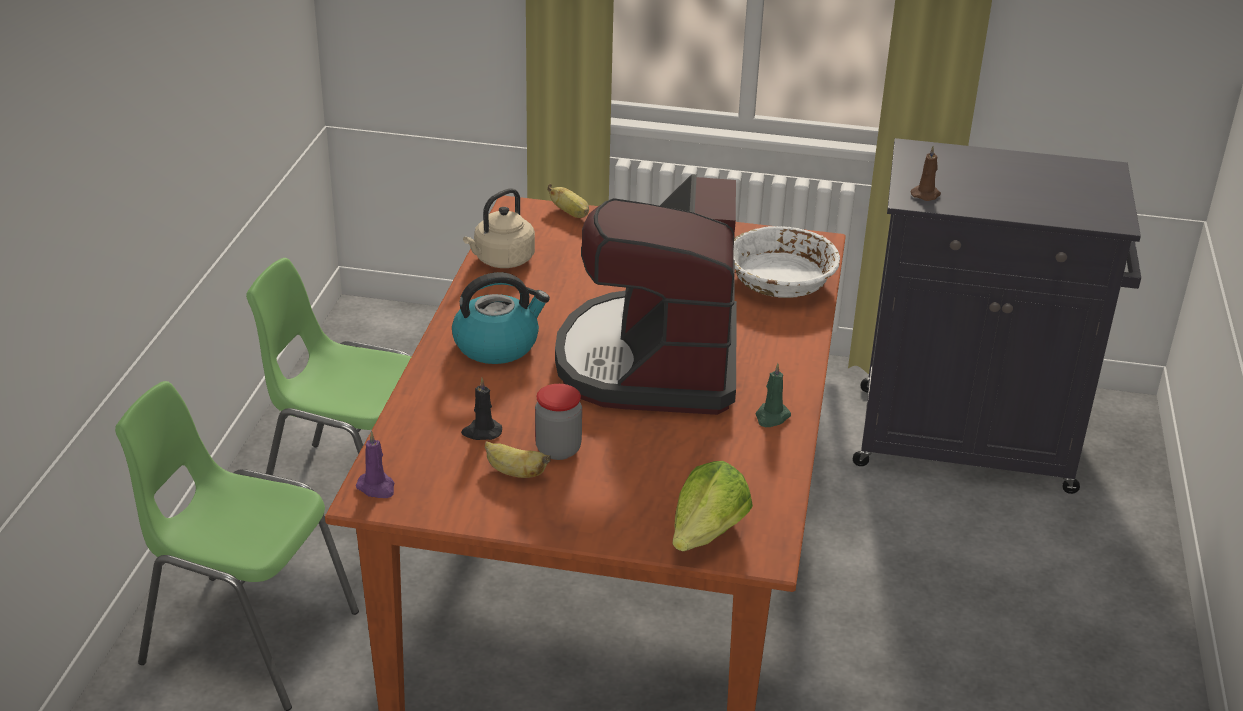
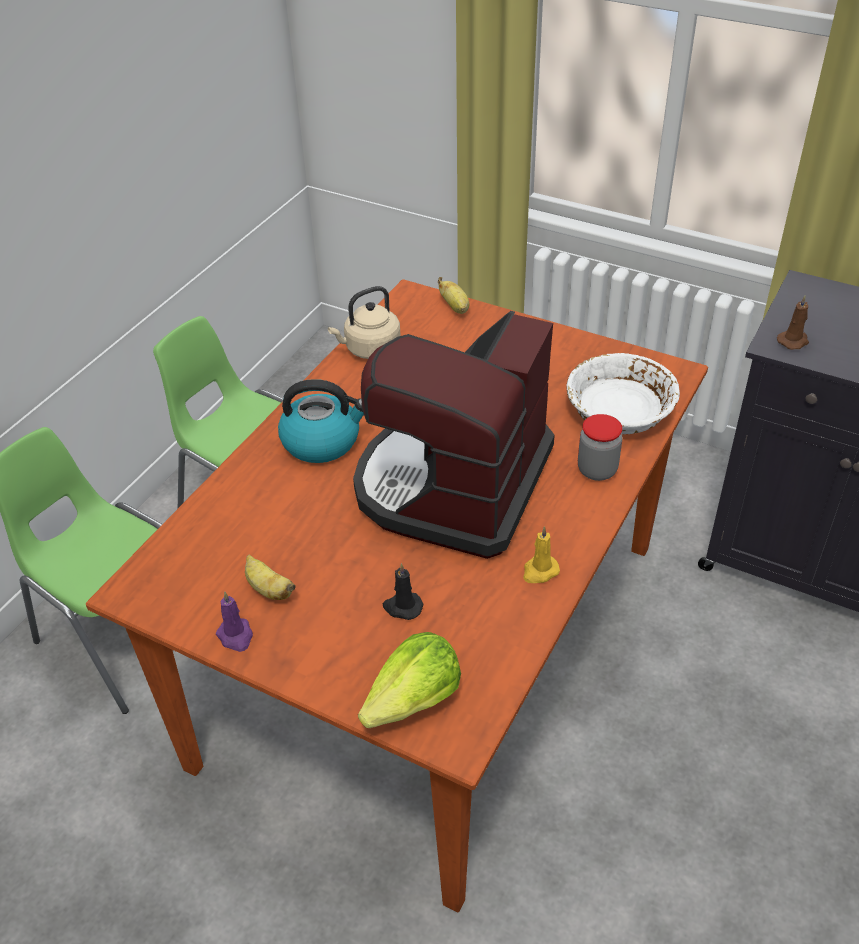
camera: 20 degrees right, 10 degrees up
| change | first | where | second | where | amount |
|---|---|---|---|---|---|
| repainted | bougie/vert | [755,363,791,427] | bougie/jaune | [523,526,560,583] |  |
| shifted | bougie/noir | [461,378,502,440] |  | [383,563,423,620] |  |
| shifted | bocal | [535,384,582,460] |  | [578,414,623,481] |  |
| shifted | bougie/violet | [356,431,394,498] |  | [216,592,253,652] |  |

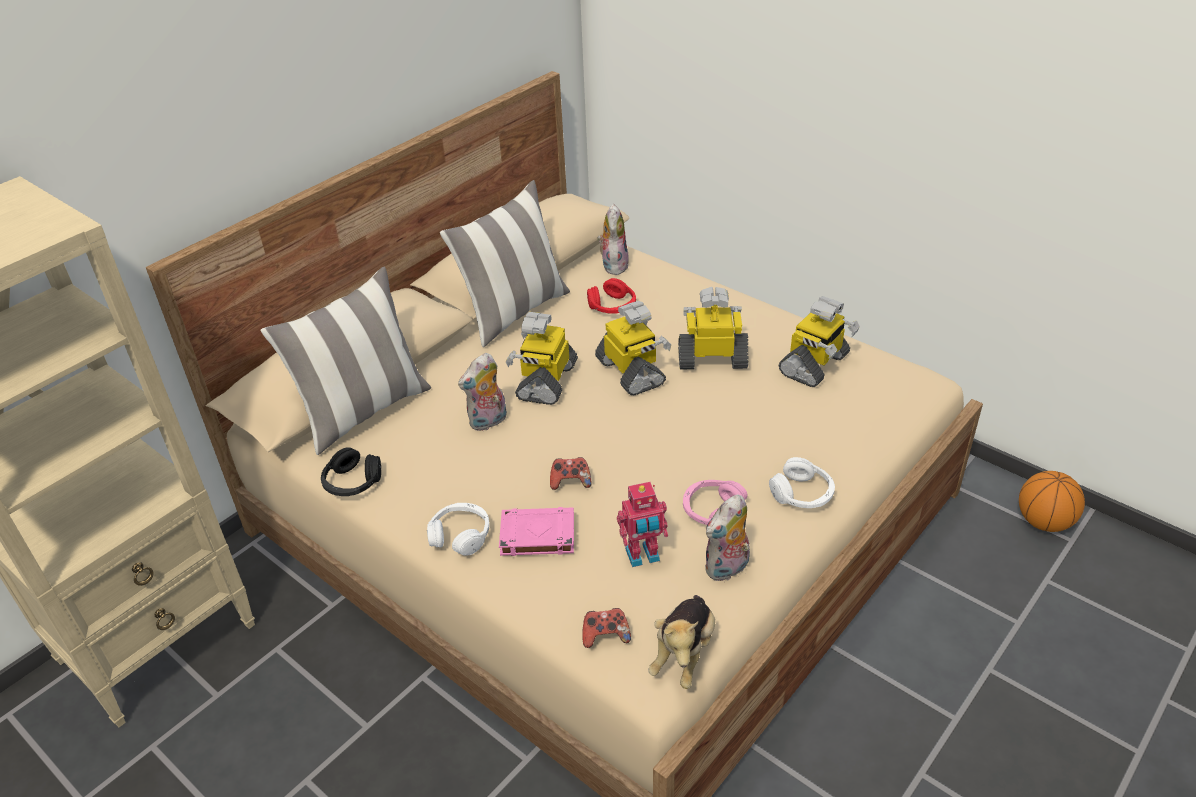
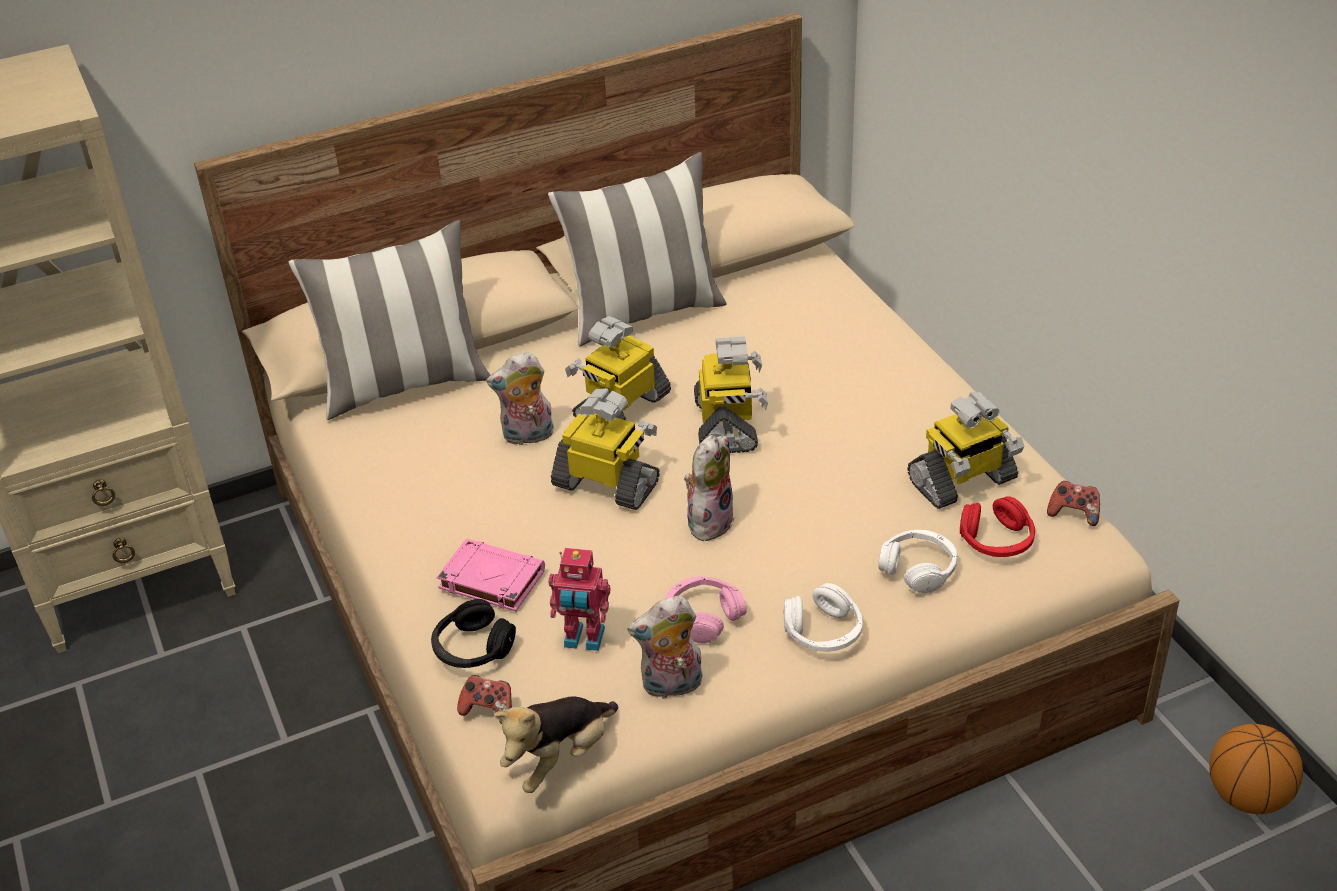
camera: 25 degrees right, 0 degrees up
| change | first | where | second | where | amount |
|---|---|---|---|---|---|
| shifted | peluche | [597,204,629,275] |  | [684,435,735,541] |  |
| shifted | casque audio/rouge | [587,278,636,314] |  | [960,496,1035,557] |  |
| shifted | robot jouet | [678,287,748,370] |  | [551,388,660,510] |  |
| shifted | casque audio/noir | [321,447,381,496] |  | [431,599,516,668] |  |
| shifted | manette | [550,457,592,490] |  | [1047,481,1100,526] |  |
| shifted | casque audio/blanc | [427,503,490,556] |  | [879,530,958,594] |  |

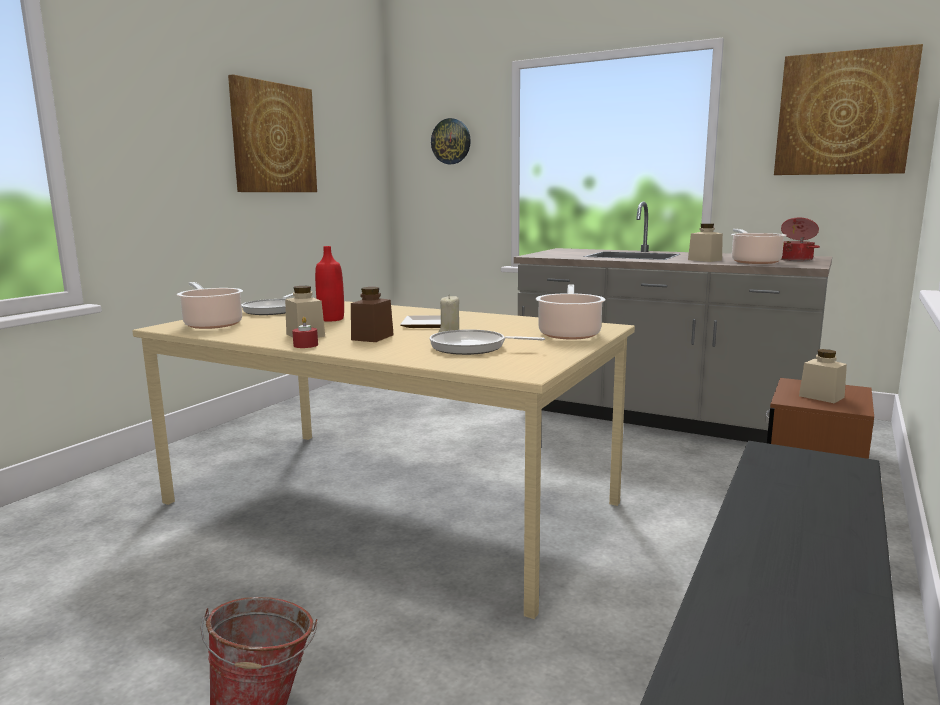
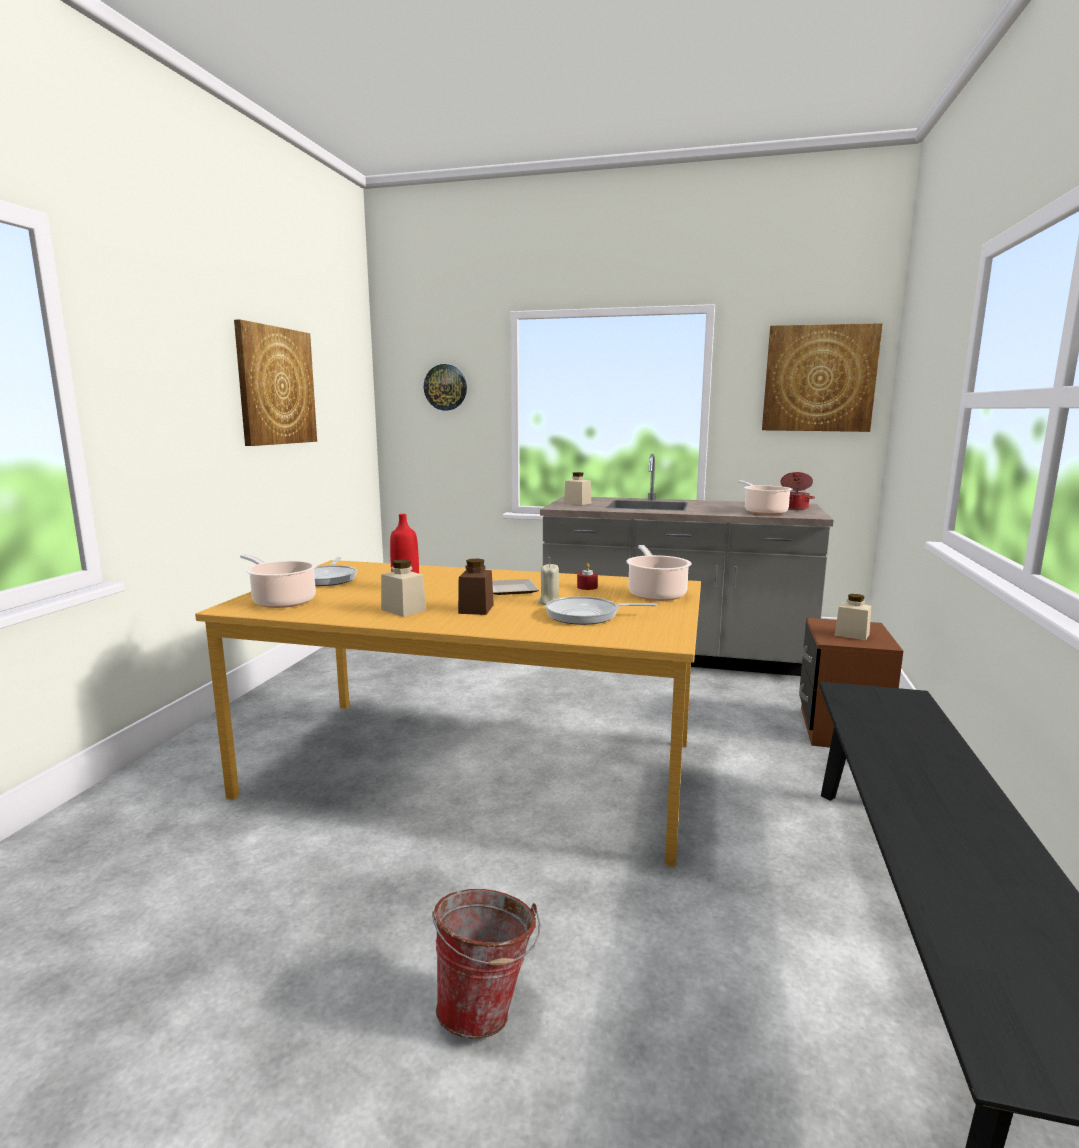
camera: 15 degrees left, 0 degrees up
| change | first | where | second | where | amount |
|---|---|---|---|---|---|
| shifted | bocal/beige | [688,223,723,262] |  | [564,472,591,505] |  |
| repainted | table à manger/beige | [132,301,635,619] | table à manger/orange | [195,560,701,867] |  |
| shifted | bougie/rouge | [292,317,318,348] |  | [577,563,598,590] |  |

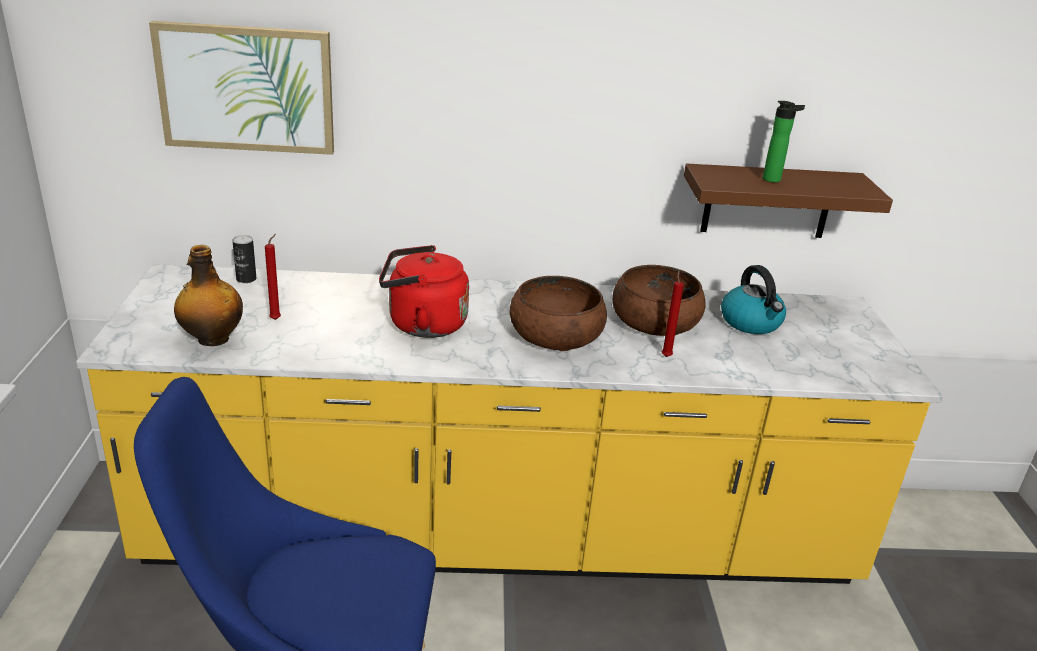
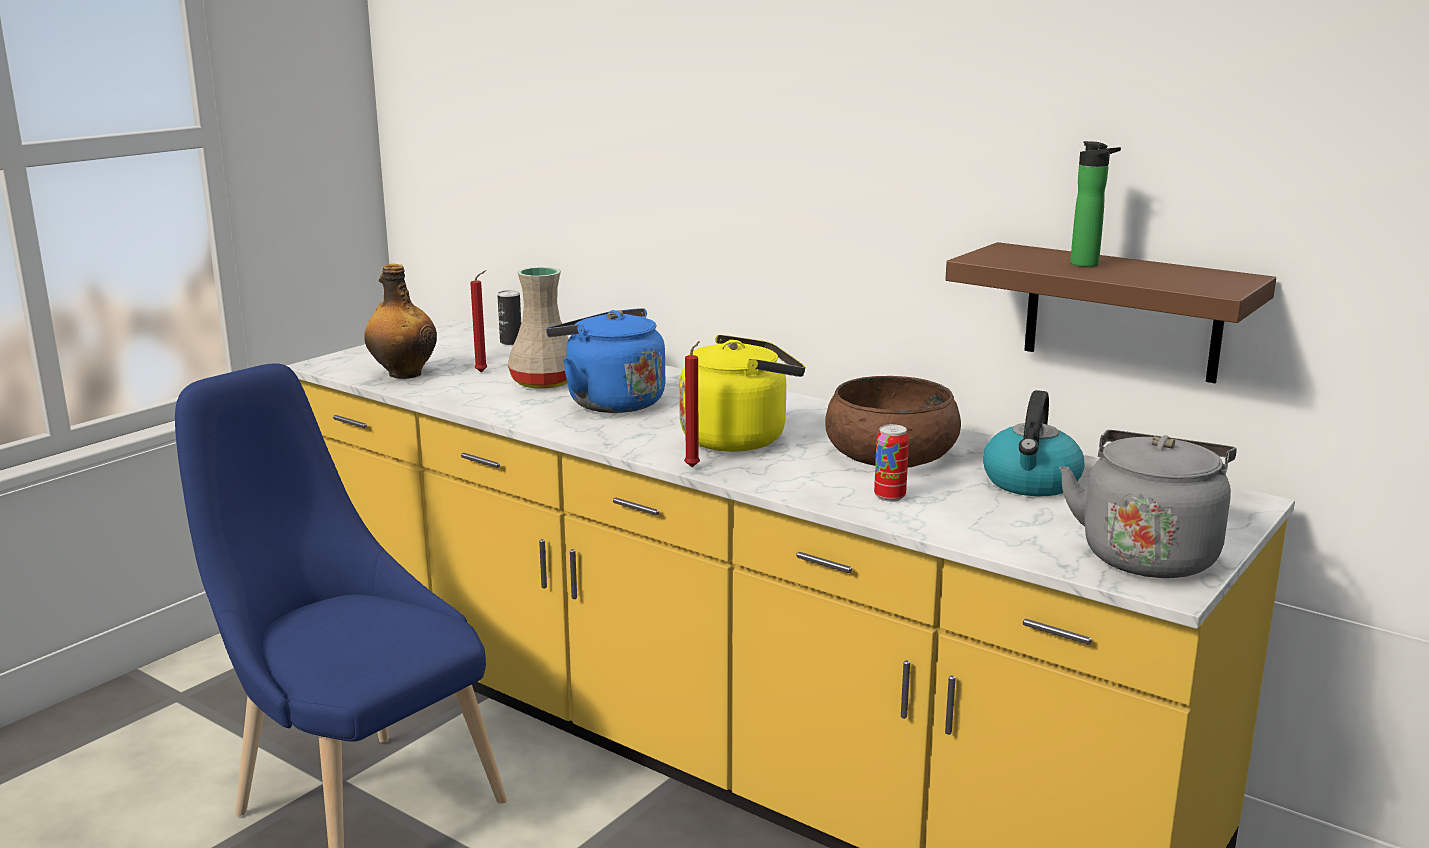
camera: 40 degrees right, 10 degrees down
| change | first | where | second | where | amount |
|---|---|---|---|---|---|
| gone | tableau | [149,21,334,155] |  |  |  |
| repainted | bouilloire/rouge | [379,245,469,338] | bouilloire/bleu | [546,308,665,413] |  |
| shifted | bougie/rouge | [662,270,684,357] |  | [684,341,700,467] |  |
| swapped | bol/marron | [510,276,607,351] | bouilloire/jaune | [679,335,805,452] |  |
| new |  |  | vase/beige | [508,267,569,389] |  |
| new |  |  | boîte métallique | [874,424,909,502] |  |
| new |  |  | bouilloire/gris | [1059,430,1236,578] |  |

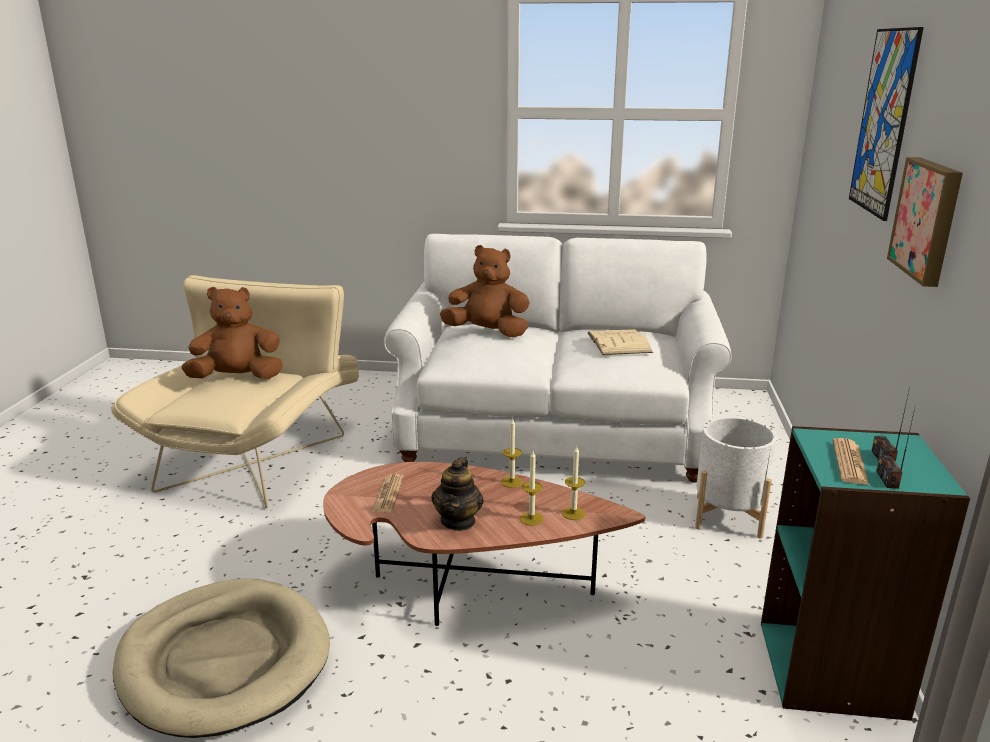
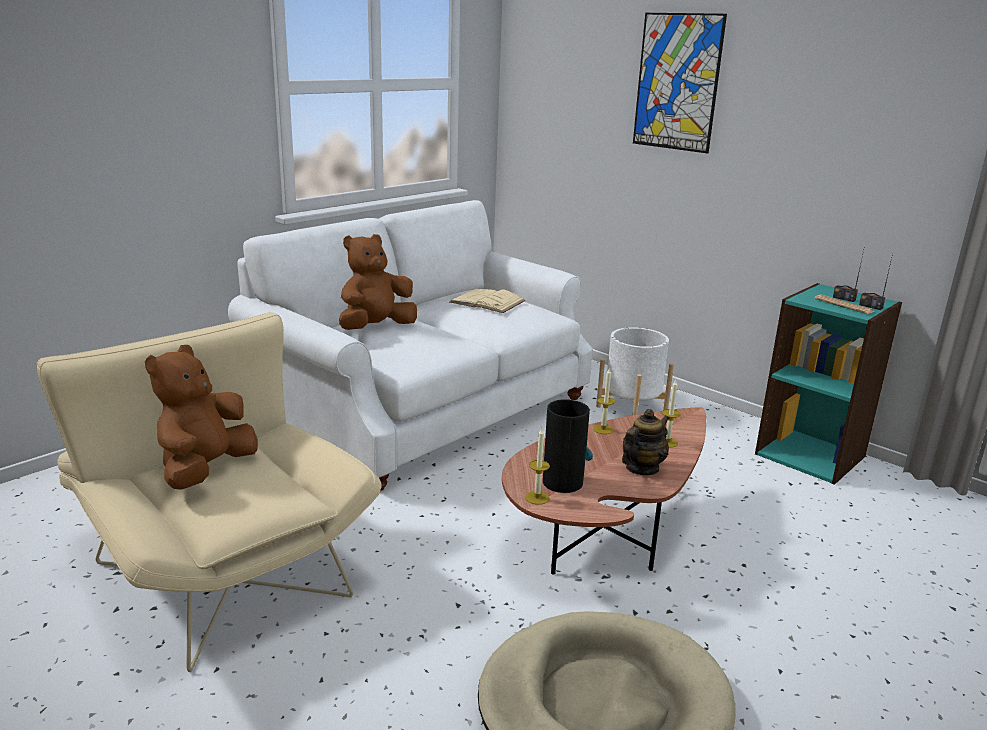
camera: 55 degrees left, 0 degrees up
| change | first | where | second | where | amount |
|---|---|---|---|---|---|
| gone | tableau | [887,157,963,287] |  |  |  |
| shifted | bougie | [562,446,586,520] |  | [525,428,550,505] |  |
| rotated | théière | [431,457,484,531] |  | [622,409,670,475] | 90 degrees counterclockwise |
| swapped | journal | [372,474,404,513] | vase | [543,399,593,493] |  |

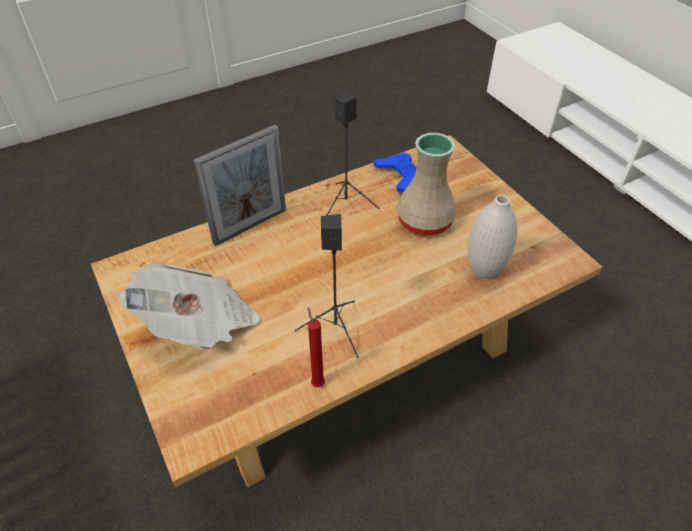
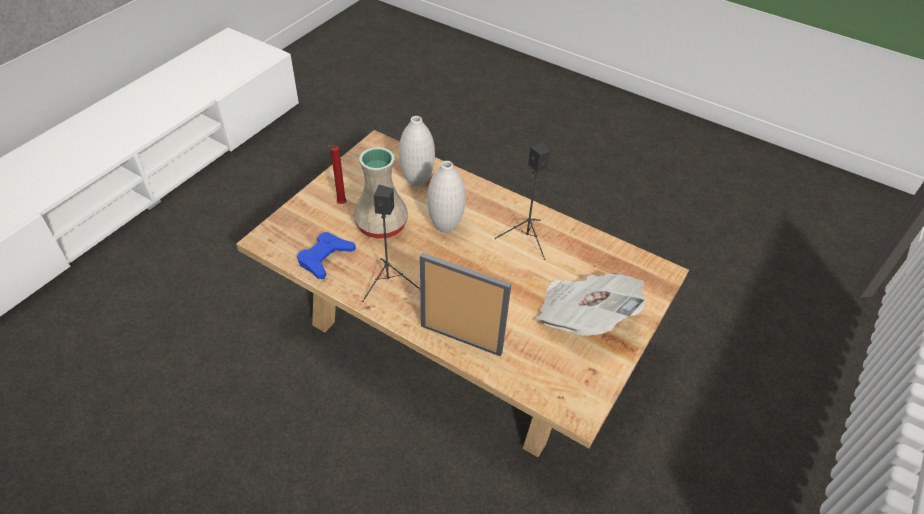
camera: 120 degrees left, 0 degrees up
| change | first | where | second | where | amount |
|---|---|---|---|---|---|
| shifted | bougie/rouge | [307,307,325,387] |  | [329,145,346,204] |  |
| new |  |  | vase/blanc | [427,161,465,233] |  |

